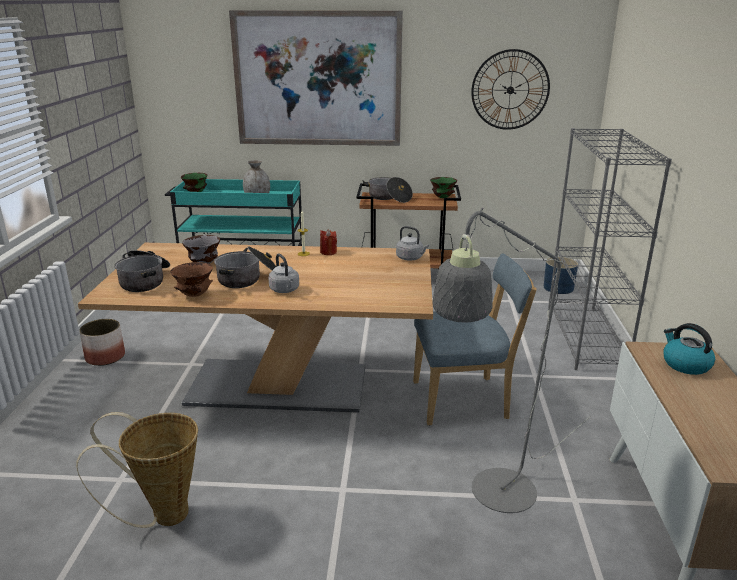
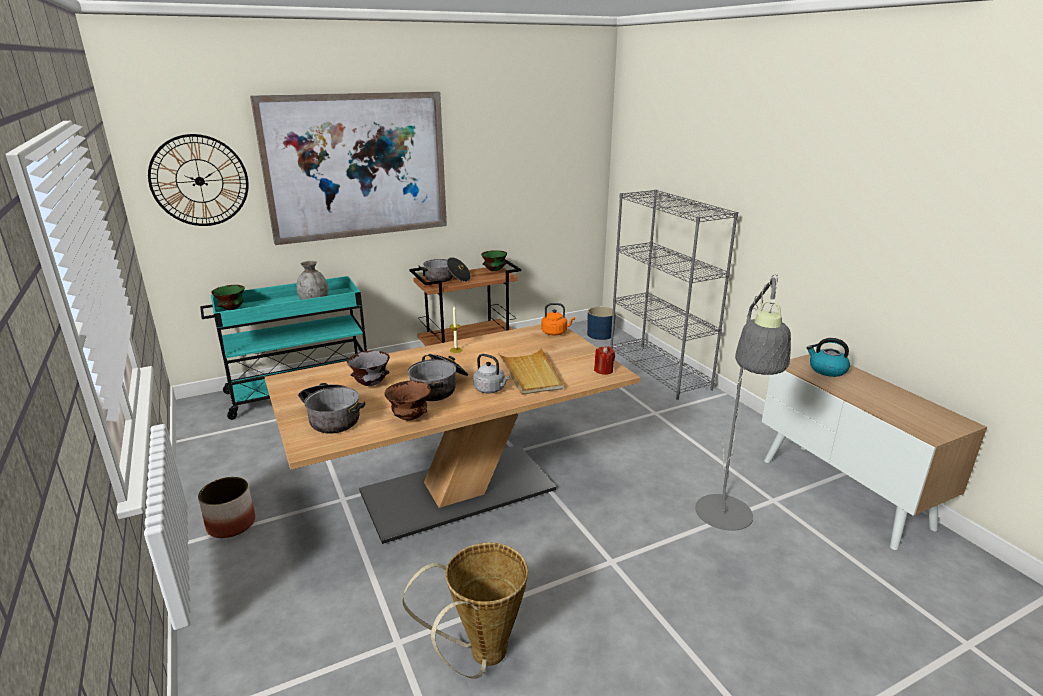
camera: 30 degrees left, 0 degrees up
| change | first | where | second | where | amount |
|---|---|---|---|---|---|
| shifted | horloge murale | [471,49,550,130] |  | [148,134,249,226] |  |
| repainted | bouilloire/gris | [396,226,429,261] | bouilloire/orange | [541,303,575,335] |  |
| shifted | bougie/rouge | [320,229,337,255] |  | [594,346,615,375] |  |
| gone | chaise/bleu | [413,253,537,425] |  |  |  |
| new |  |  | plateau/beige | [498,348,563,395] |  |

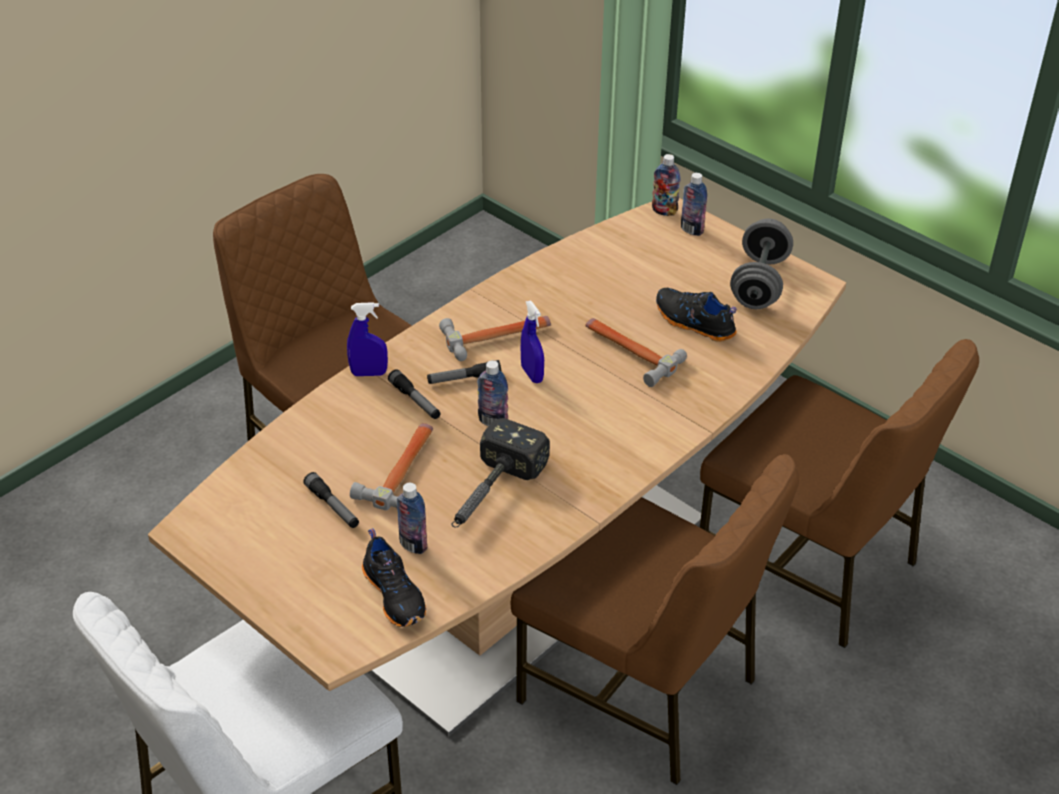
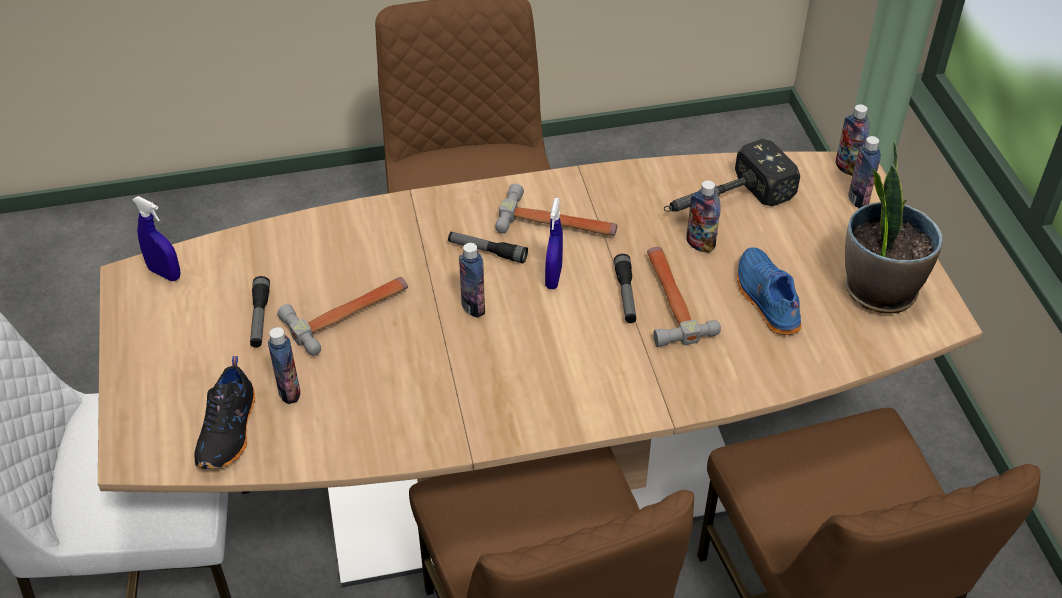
camera: 35 degrees right, 5 degrees up
| change | first | where | second | where | amount |
|---|---|---|---|---|---|
| swapped | haltère/gris | [730,218,793,309] | plante en pot | [845,141,943,314] |  |
| repainted | chaussure/noir | [656,288,737,342] | chaussure/bleu | [737,247,802,335] |  |
| shifted | vaporisateur/bleu | [347,302,388,376] |  | [133,196,181,281] |  |
| shifted | lampe de poche | [388,369,440,419] |  | [614,254,636,323] |  |
| shifted | marteau | [452,418,550,527] |  | [664,139,800,212] |  |
| new |  |  | bouteille | [686,180,721,253] |  |

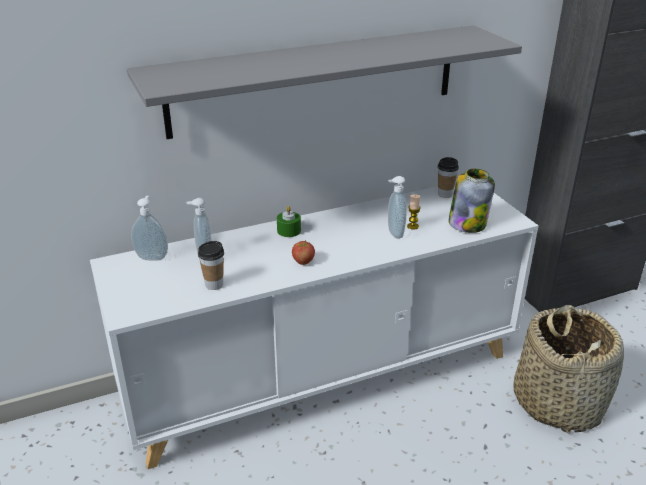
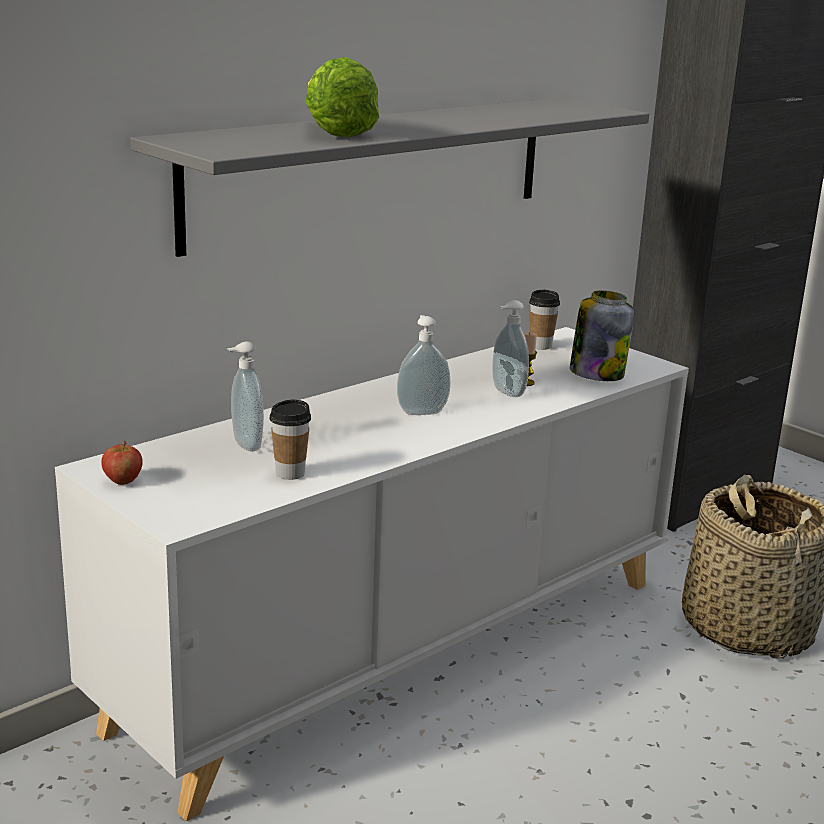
camera: 20 degrees left, 10 degrees down
| change | first | where | second | where | amount |
|---|---|---|---|---|---|
| shifted | distributeur de savon | [131,196,168,261] |  | [397,315,450,415] |  |
| gone | bougie/vert | [277,206,301,237] |  |  |  |
| shifted | pomme | [292,240,315,265] |  | [101,441,143,485] |  |
| new |  |  | laitue | [305,57,379,137] |  |

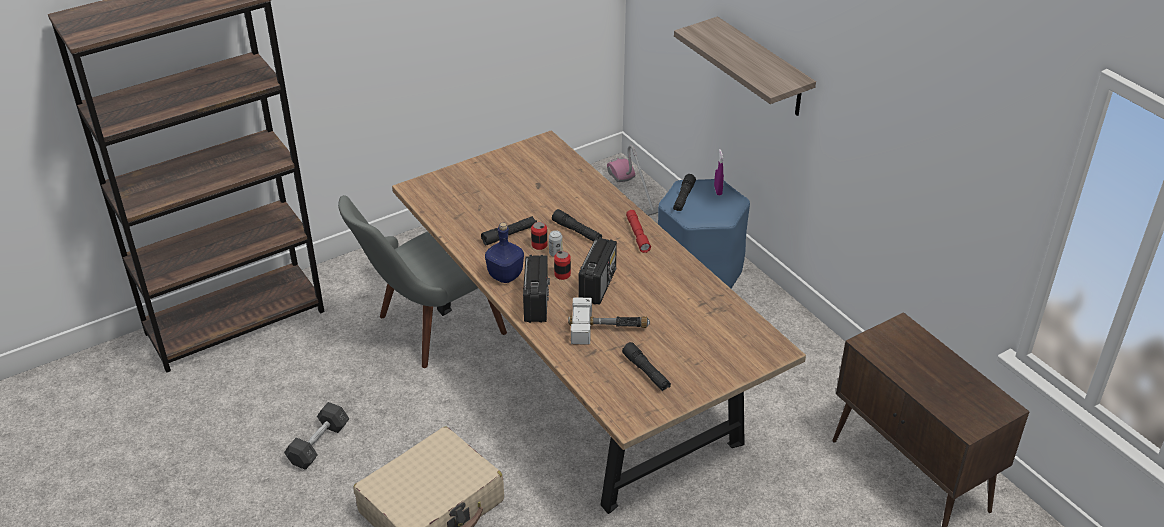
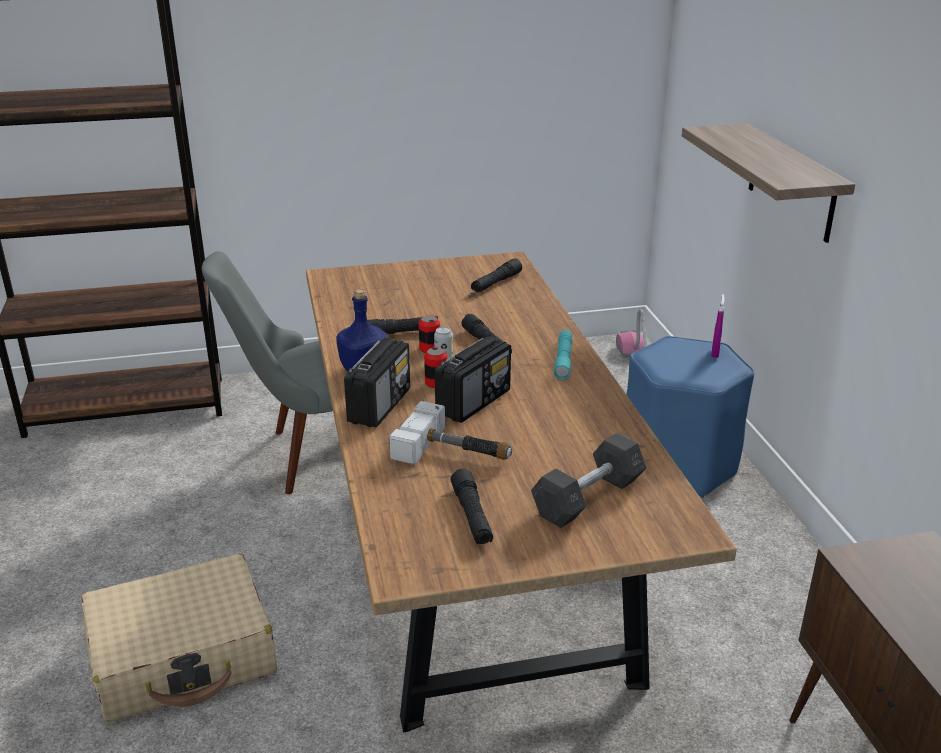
camera: 20 degrees right, 10 degrees down
| change | first | where | second | where | amount |
|---|---|---|---|---|---|
| shifted | lampe de poche/noir | [673,174,696,211] |  | [471,258,522,292] |  |
| repainted | lampe de poche/rouge | [626,210,651,253] | lampe de poche/turquoise | [554,330,572,380] |  |
| shifted | haltère/gris | [284,402,349,470] |  | [531,433,646,528] |  |

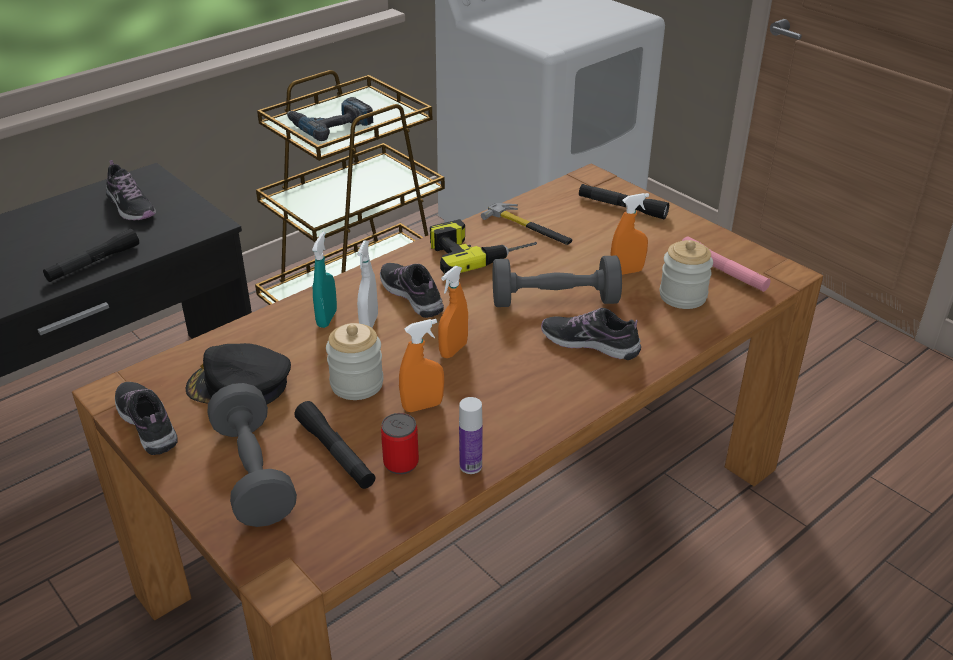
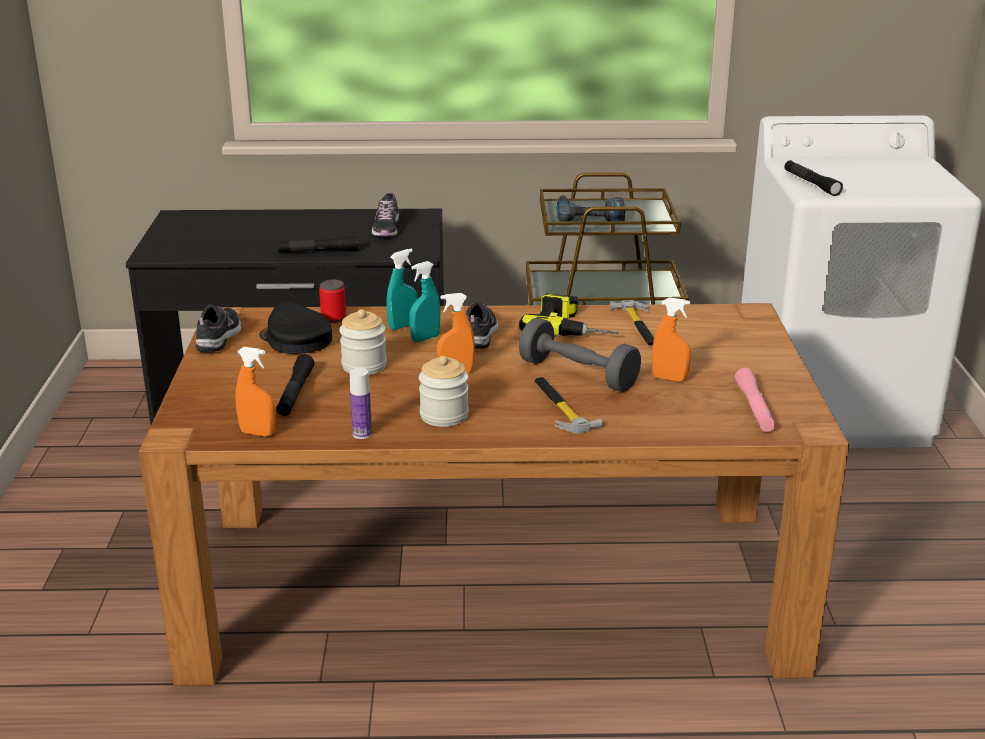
camera: 40 degrees right, 10 degrees down
| change | first | where | second | where | amount |
|---|---|---|---|---|---|
| shifted | lampe de poche/noir | [579,184,669,219] |  | [784,160,843,196] |  |
| repainted | vaporisateur/blanc | [357,240,378,328] | vaporisateur/turquoise | [409,261,440,342] |  |
| shifted | bocal | [660,240,713,309] |  | [419,356,469,427] |  |
| swapped | chaussure | [541,308,641,360] | marteau | [534,377,603,434] |  |
| shifted | vaporisateur/orange | [399,319,444,412] |  | [236,347,276,437] |  |
| gone | haltère/gris | [207,383,297,527] |  |  |  |
| shifted | boîte métallique | [381,413,419,475] |  | [319,280,346,323] |  |

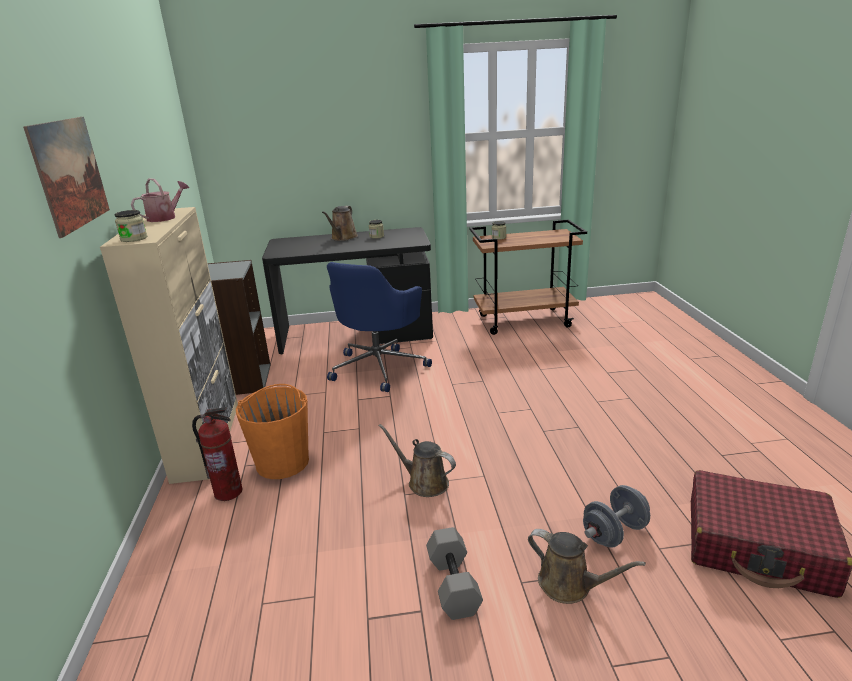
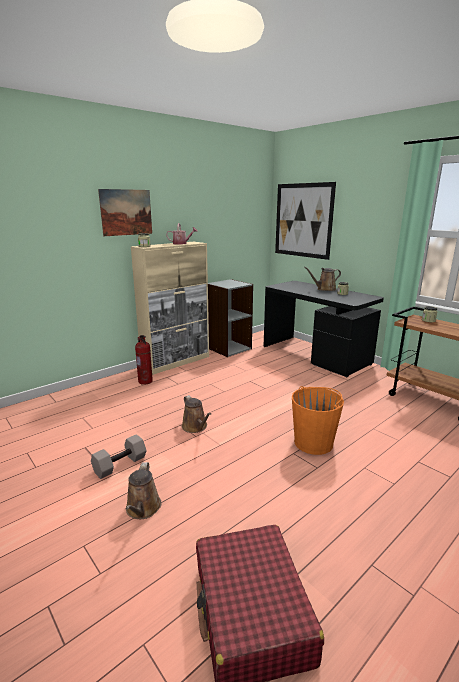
camera: 55 degrees right, 5 degrees down
| change | first | where | second | where | amount |
|---|---|---|---|---|---|
| gone | chaise de bureau/bleu | [327,262,432,392] |  |  |  |
| shifted | seau/orange | [236,384,309,479] |  | [292,386,344,455] |  |
| rotated | arrosoir/marron | [379,424,456,497] |  | [182,395,211,433] | 150 degrees clockwise |
| gone | haltère/gris | [583,485,650,548] |  |  |  |
| new |  |  | tableau | [275,182,336,260] |  |

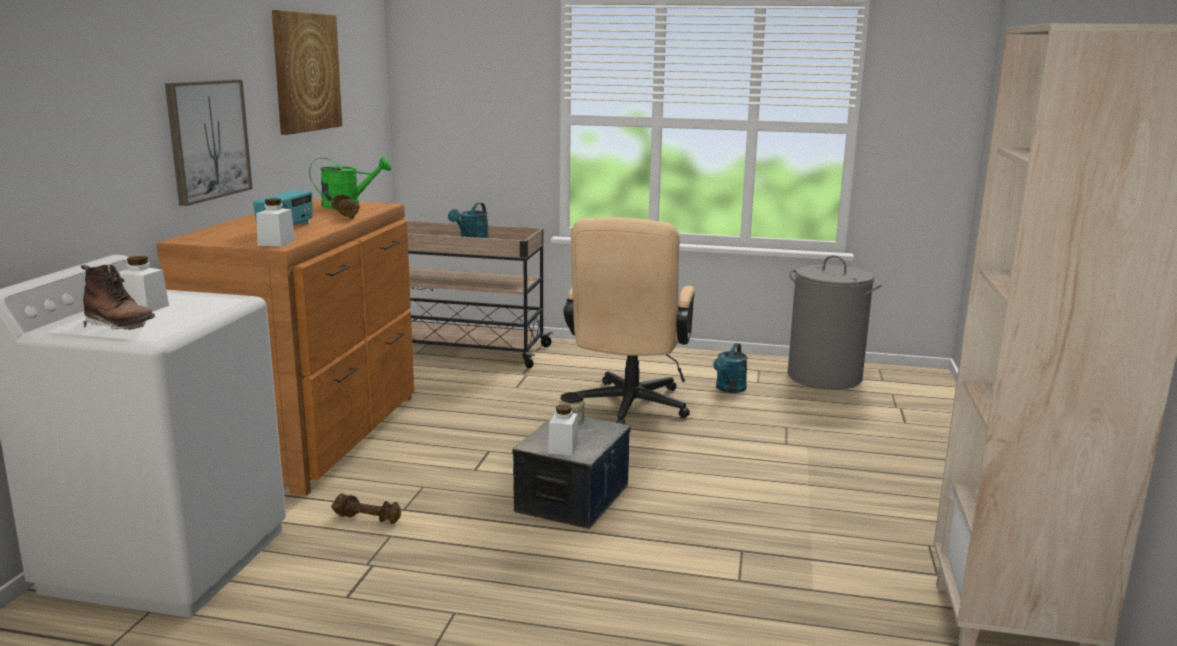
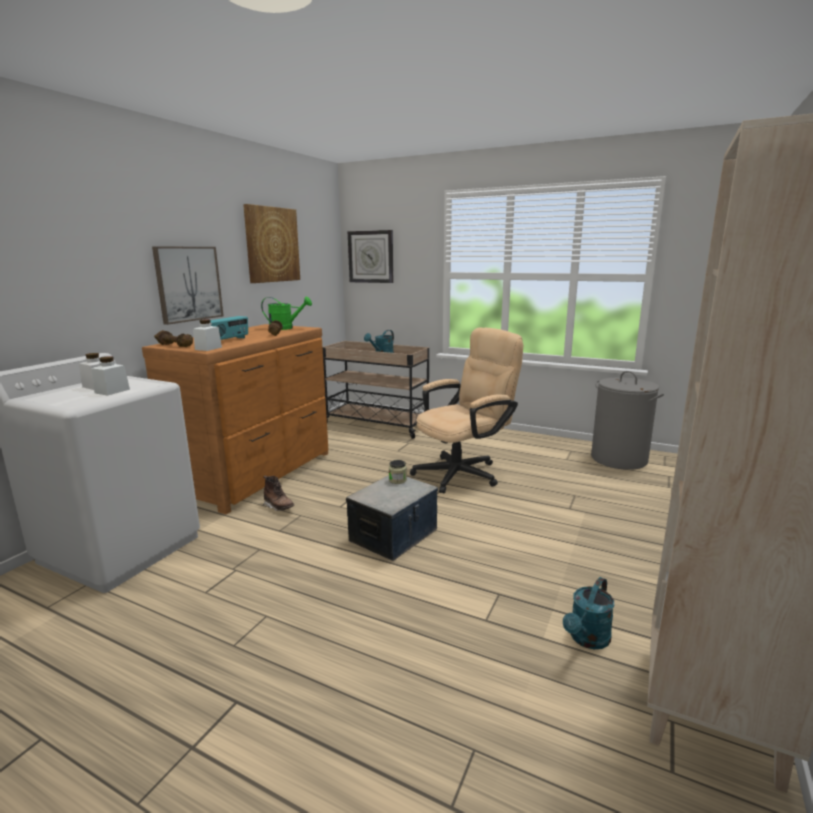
camera: 15 degrees right, 0 degrees up
| change | first | where | second | where | amount |
|---|---|---|---|---|---|
| rotated | chaise de bureau/beige | [564,217,695,424] |  | [410,328,523,494] | 150 degrees counterclockwise |
| shifted | botte/marron | [81,265,155,330] |  | [263,476,294,511] |  |
| shifted | arrosoir/turquoise | [713,343,748,393] |  | [563,577,614,649] |  |
| shifted | bocal/blanc | [548,404,578,456] |  | [91,356,130,395] |  |
| shifted | haltère/marron | [331,493,401,524] |  | [154,330,193,347] |  |
| new |  |  | horloge murale | [348,230,394,283] |  |

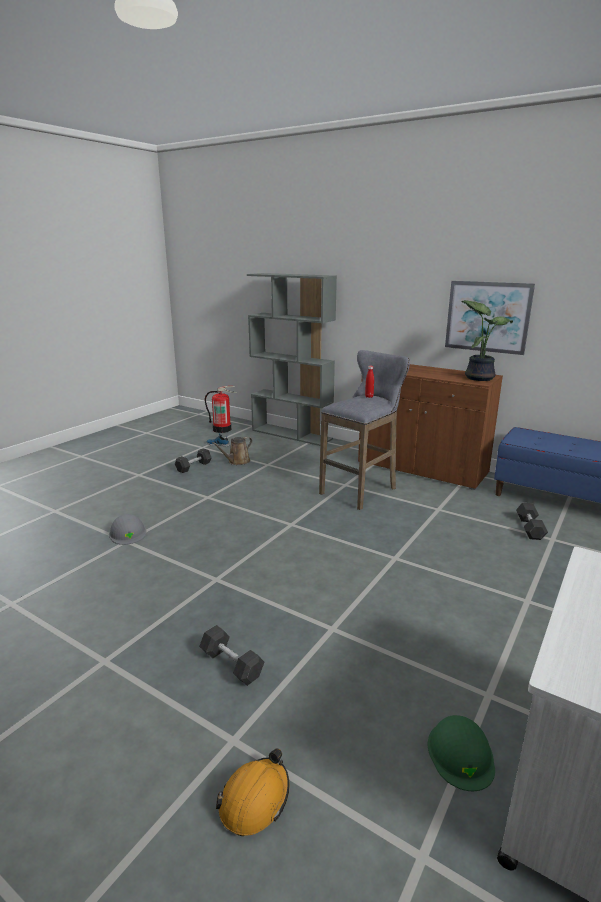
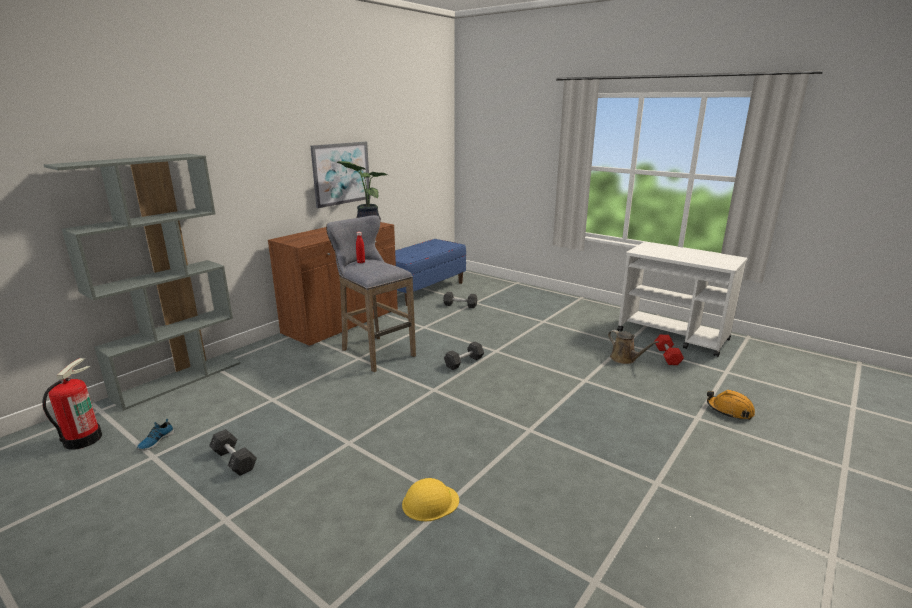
camera: 85 degrees left, 0 degrees up
| change | first | where | second | where | amount |
|---|---|---|---|---|---|
| shifted | arrosoir/marron | [212,437,252,465] |  | [608,330,659,364] |  |
| repainted | casque de chantier/gris | [109,514,146,545] | casque de chantier/jaune | [402,478,459,521] |  |
| shifted | haltère/gris | [199,625,264,686] |  | [444,342,484,370] |  |
| swapped | casque de chantier/vert | [428,715,495,791] | haltère/rouge | [654,335,684,365] |  |

